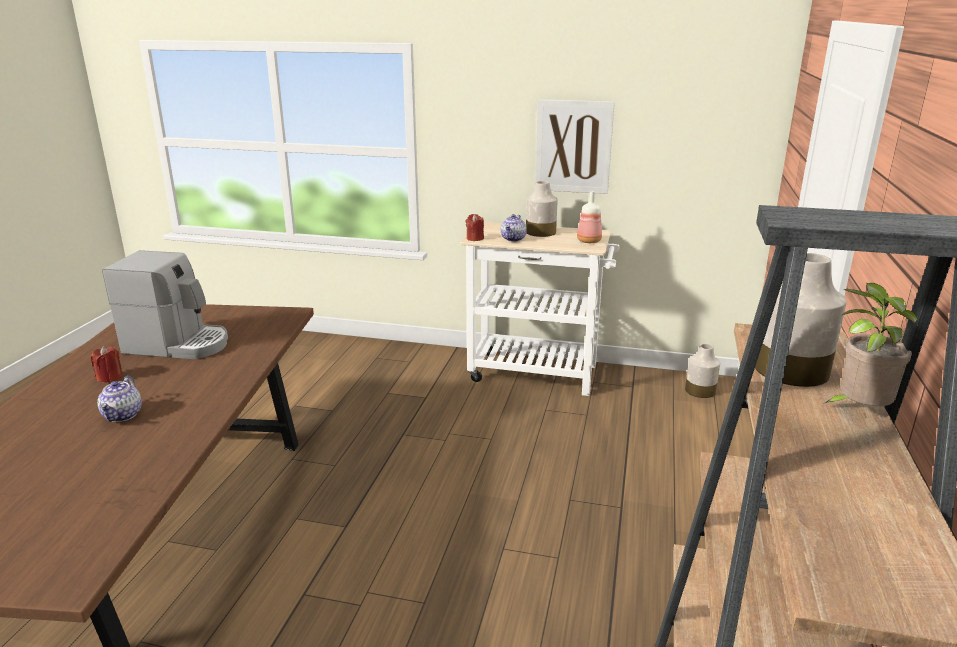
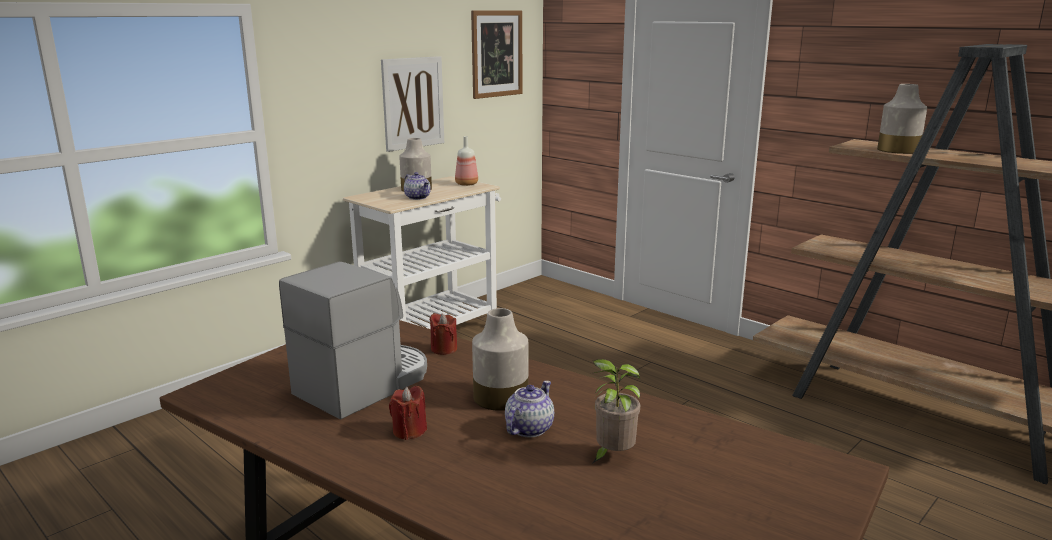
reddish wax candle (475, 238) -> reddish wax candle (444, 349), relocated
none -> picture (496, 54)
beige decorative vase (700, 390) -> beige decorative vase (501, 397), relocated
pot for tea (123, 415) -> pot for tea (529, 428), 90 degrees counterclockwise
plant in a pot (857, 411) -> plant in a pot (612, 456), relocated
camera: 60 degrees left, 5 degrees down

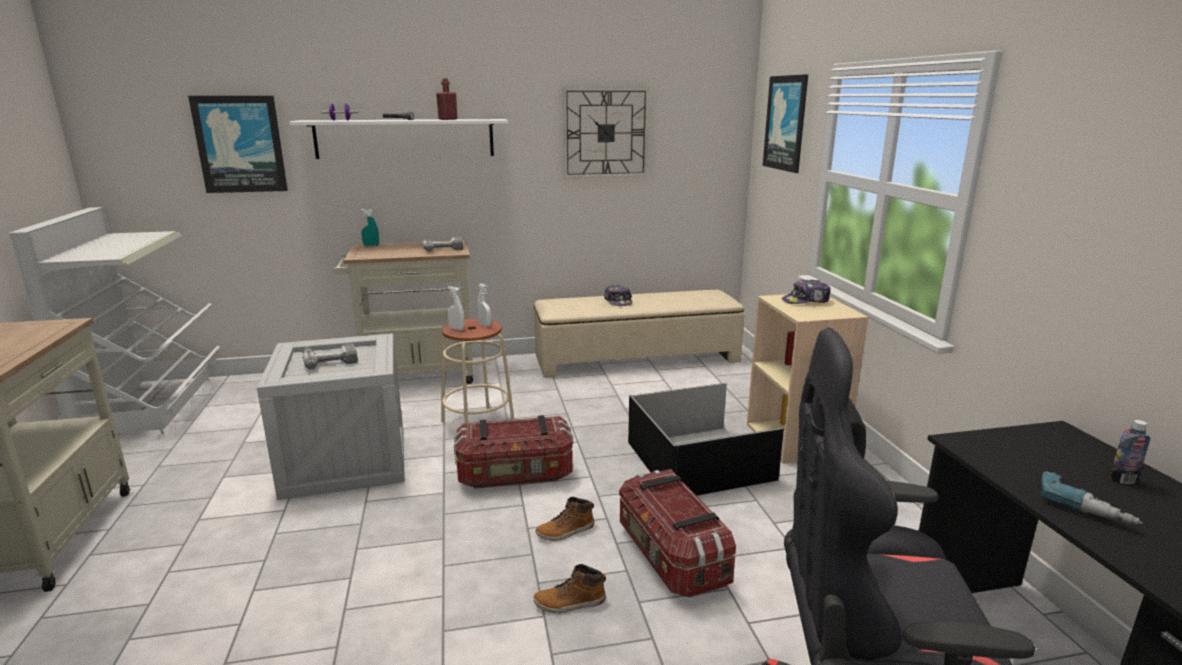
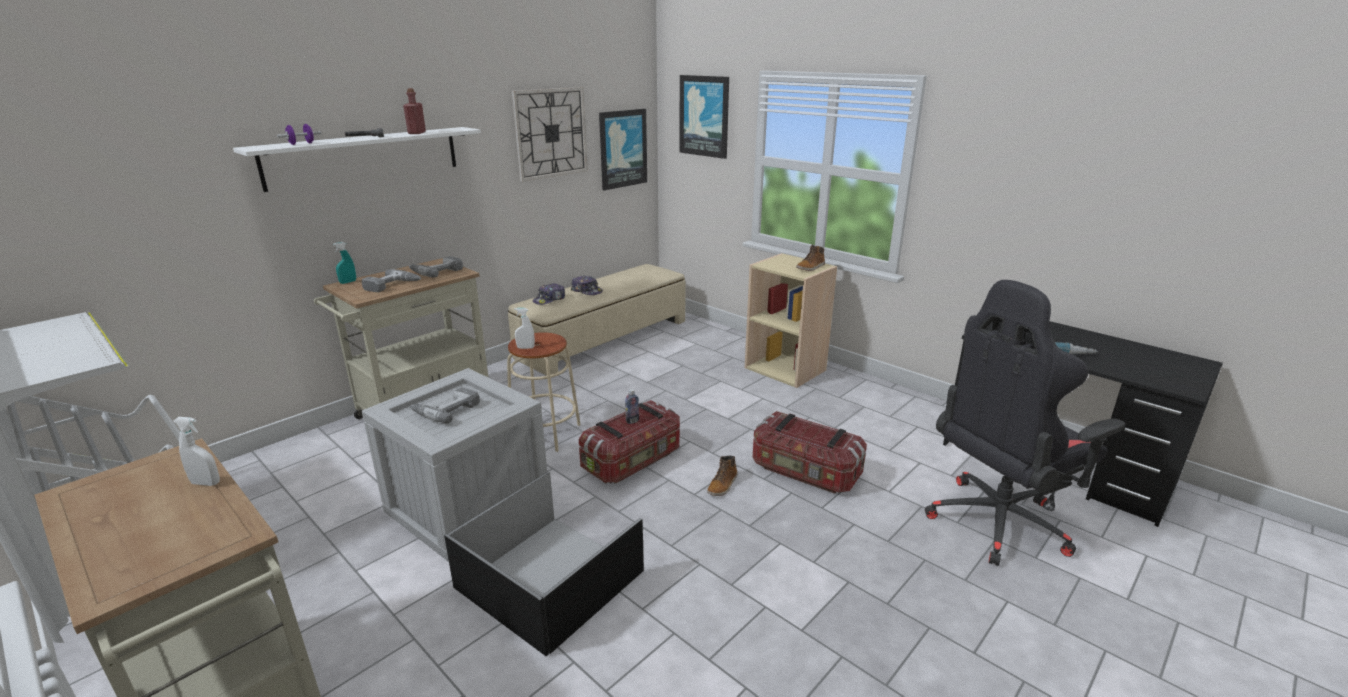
whitish hand sprayer (484, 325) -> whitish hand sprayer (206, 483), relocated
none -> electric drill (393, 286)
black-coloured storage bin (700, 462) -> black-coloured storage bin (552, 580), relocated
cap (806, 301) -> cap (549, 300), relocated
picture (240, 144) -> picture (622, 149), relocated
beverage bottle (1122, 480) -> beverage bottle (632, 421), relocated
high-top boot (570, 603) -> high-top boot (811, 267), relocated
camera: 35 degrees left, 5 degrees up

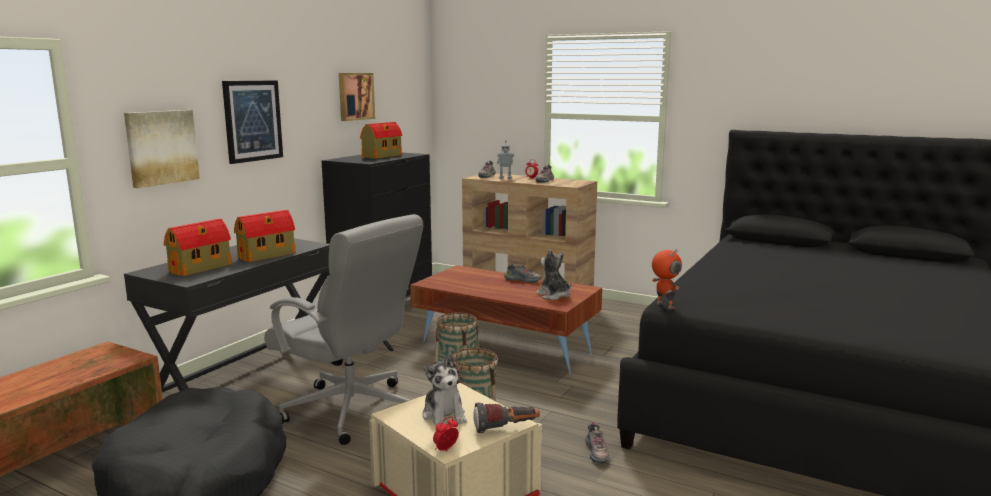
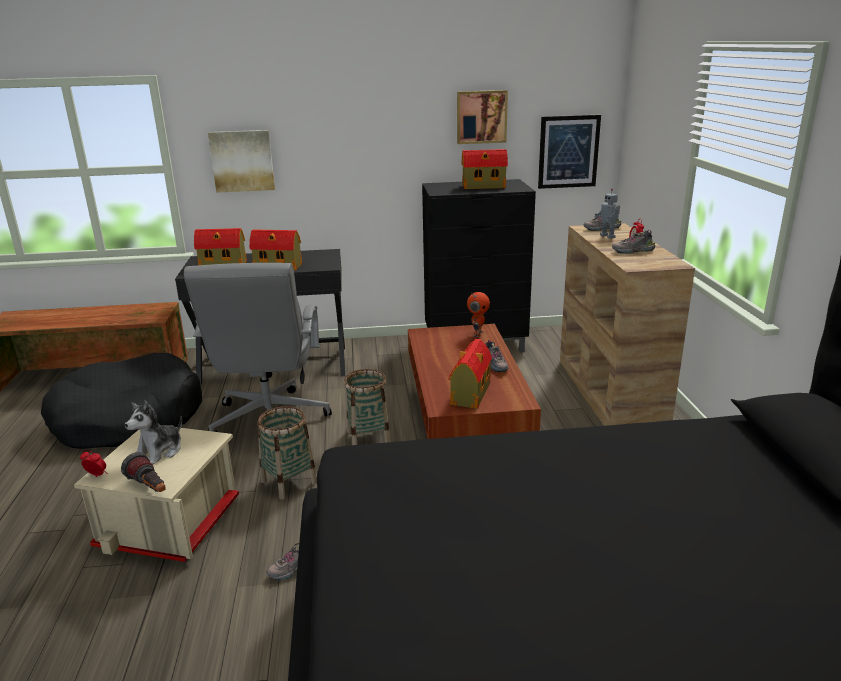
plush toy (554, 295) -> model house (470, 394)
toy robot (663, 306) -> toy robot (477, 334), relocated
picture (252, 120) -> picture (568, 151), relocated
camera: 55 degrees right, 10 degrees up

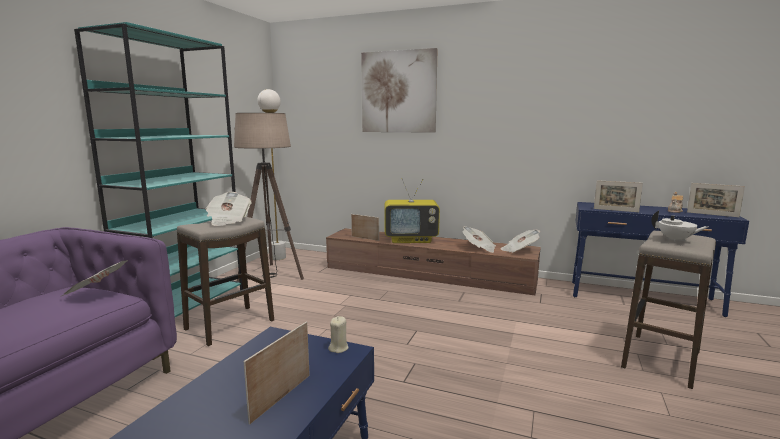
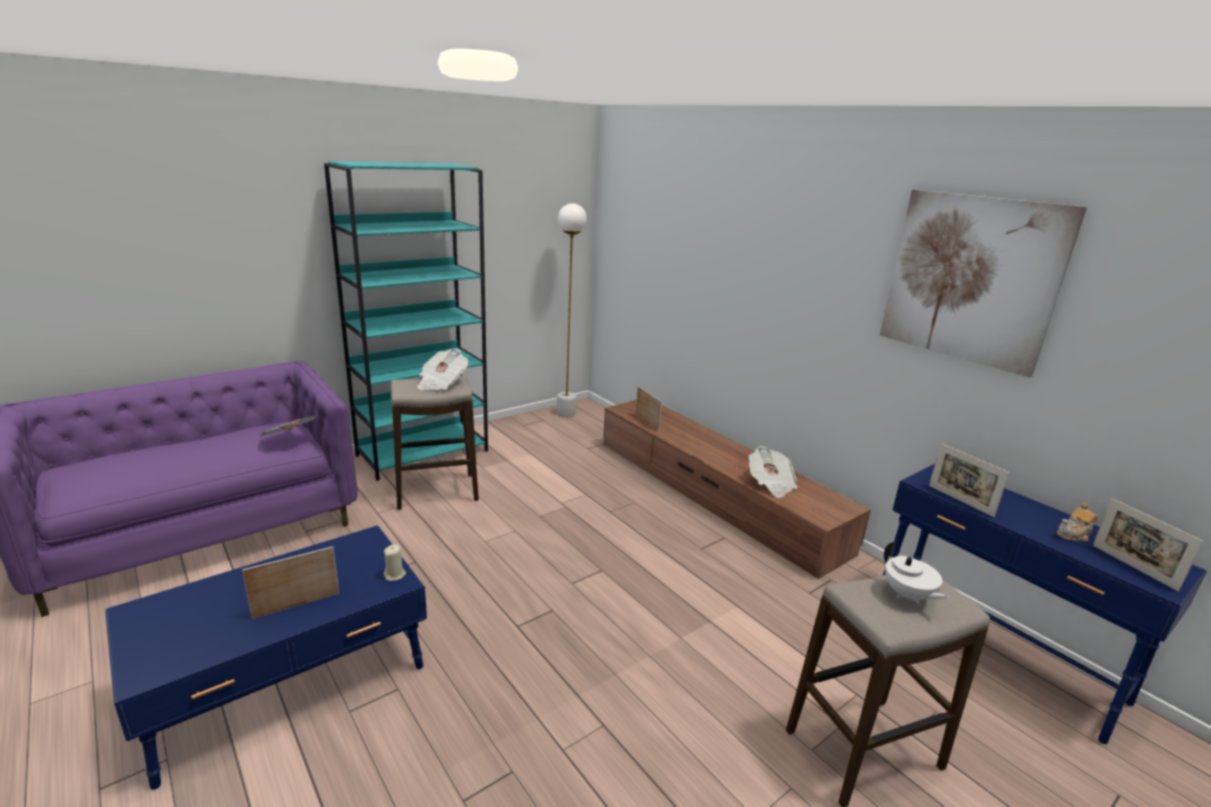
picture (398, 92) -> picture (970, 279), relocated
floor lamp (271, 275) -> none
TV set (411, 239) -> none
daily paper (519, 250) -> none
camera: 30 degrees right, 10 degrees up

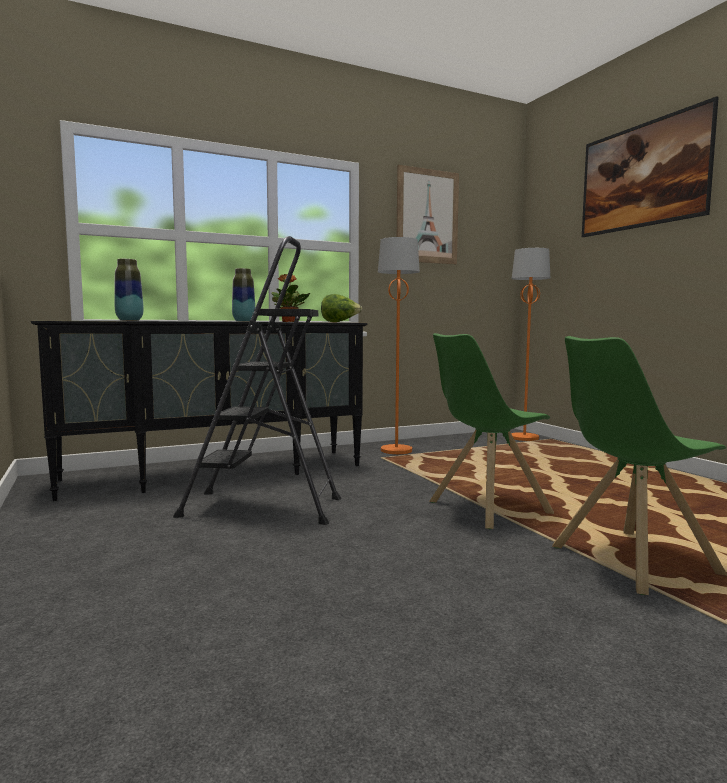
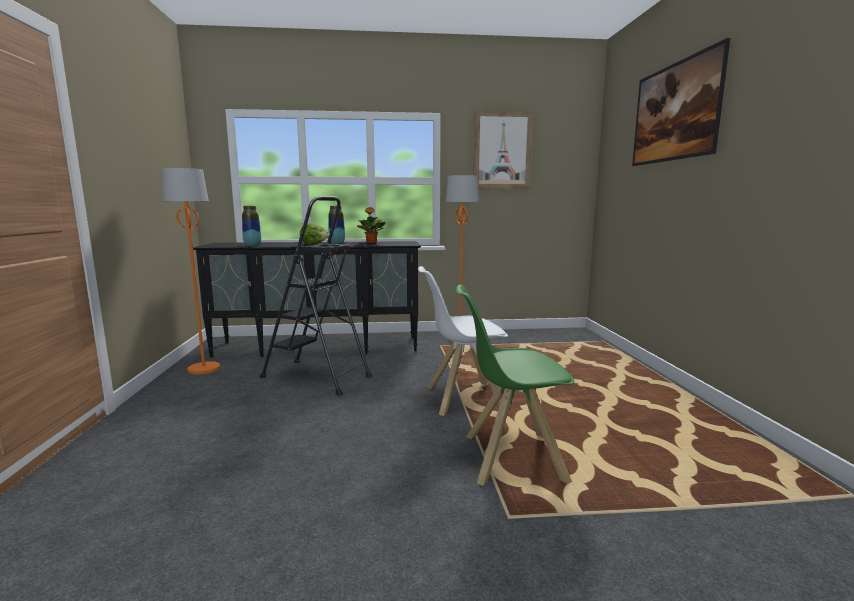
orangey floor lamp (524, 438) -> orangey floor lamp (204, 369), relocated
lettuce (339, 322) -> lettuce (315, 245), relocated
greenish plain chair (486, 508) -> whitish plain chair (462, 398)
camera: 20 degrees right, 5 degrees up

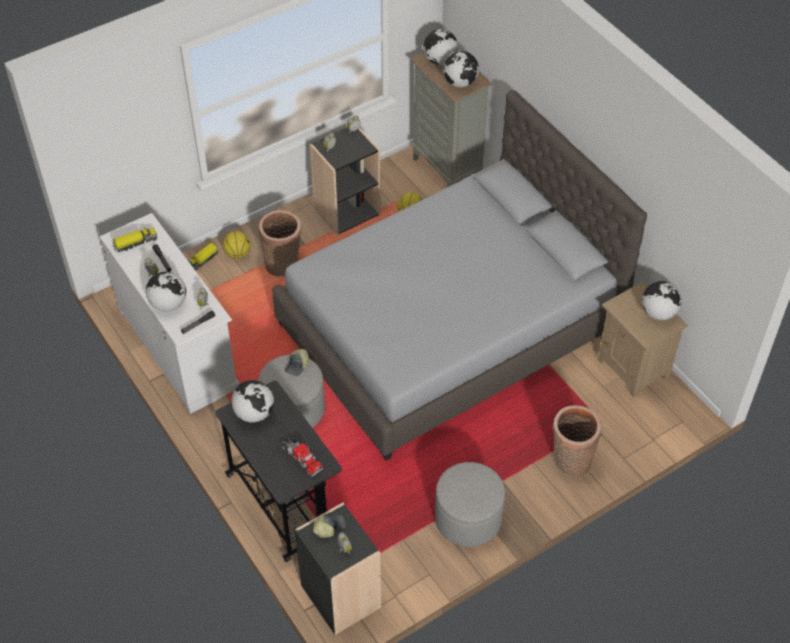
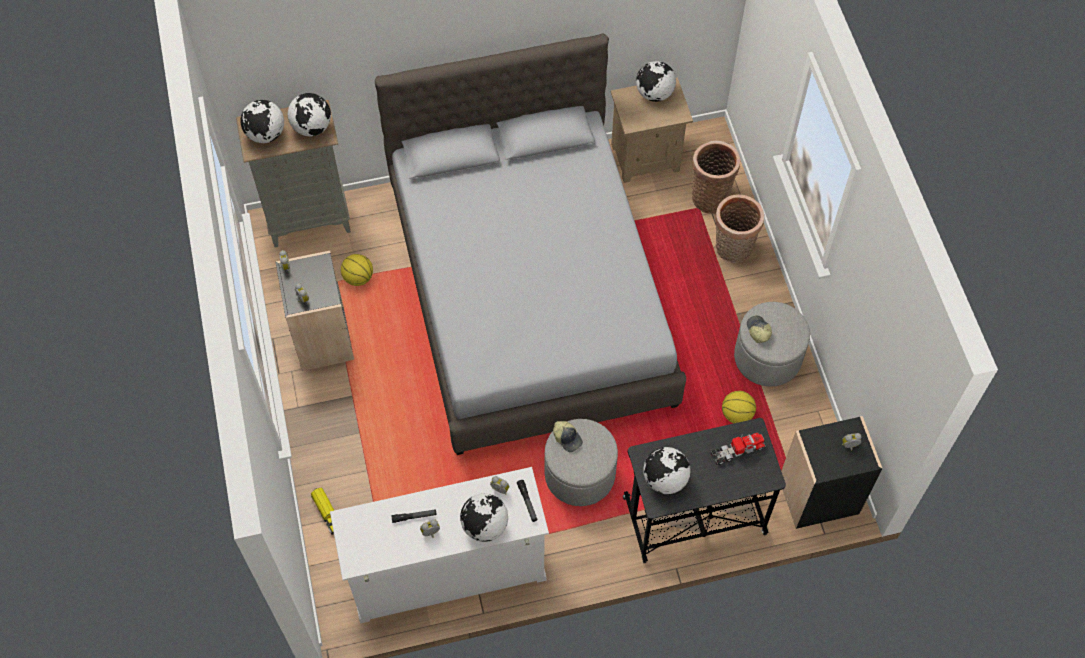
storage basket (283, 264) -> storage basket (710, 196), relocated
basketball ball (237, 253) -> basketball ball (736, 414), relocated
cap (328, 527) -> cap (758, 331), relocated
toy truck (135, 243) -> none
camera: 70 degrees left, 10 degrees up

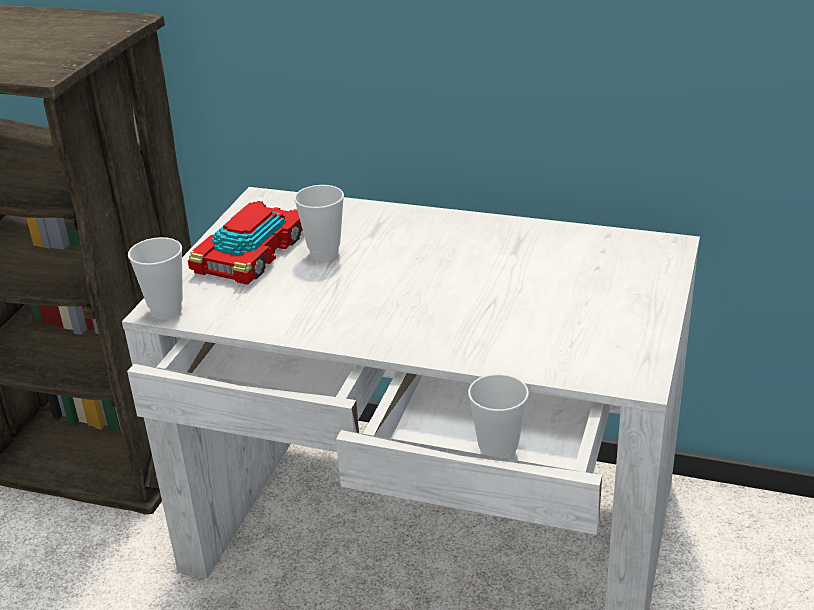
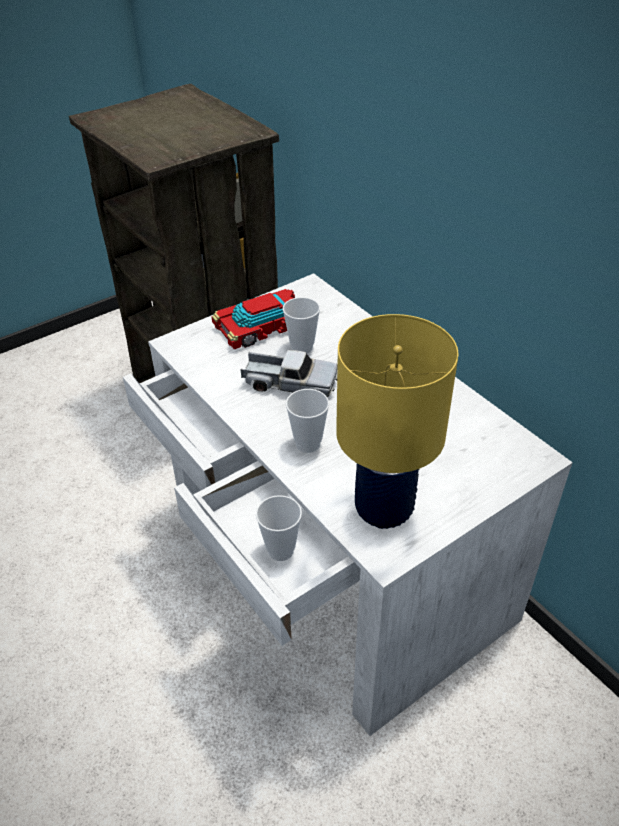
none -> toy truck (289, 384)
cup (166, 310) -> cup (308, 444), relocated
none -> yellowish tabletop lamp (383, 511)
camera: 35 degrees right, 10 degrees up

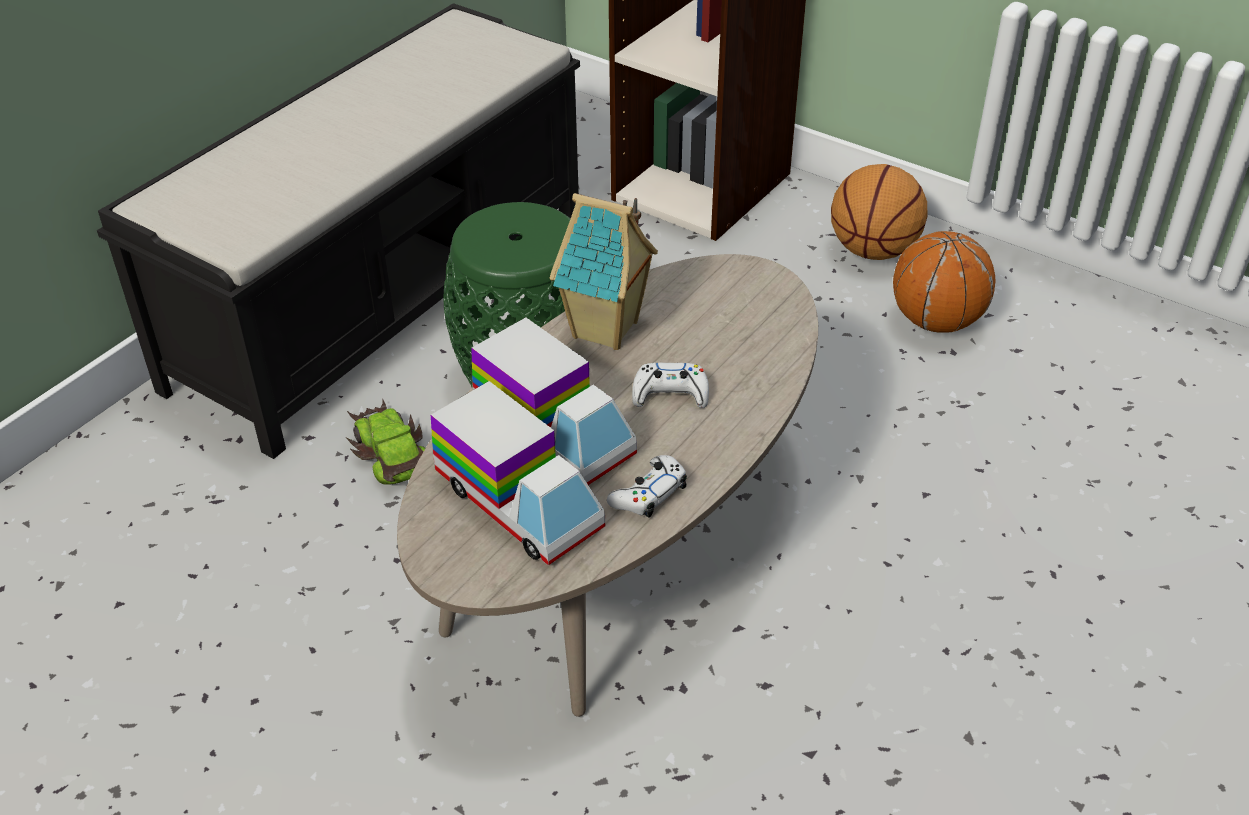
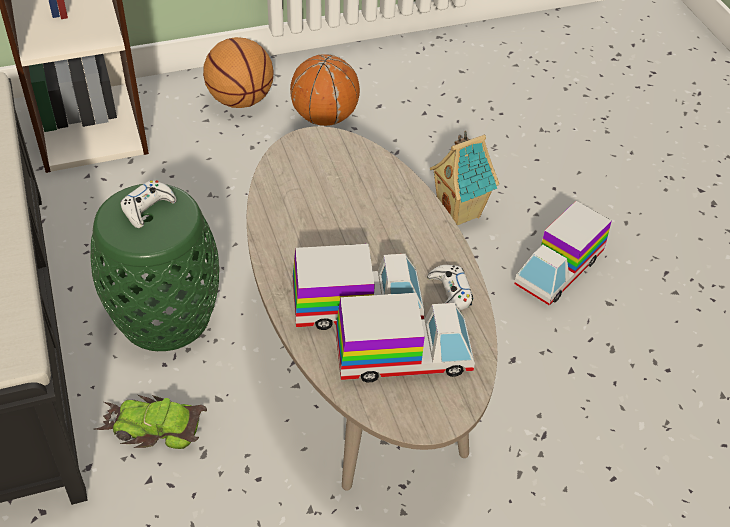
whitish joypad (670, 394) -> whitish joypad (147, 208), relocated
model house (606, 330) -> model house (460, 212), relocated
none -> toy truck (558, 270)
camera: 55 degrees left, 5 degrees up

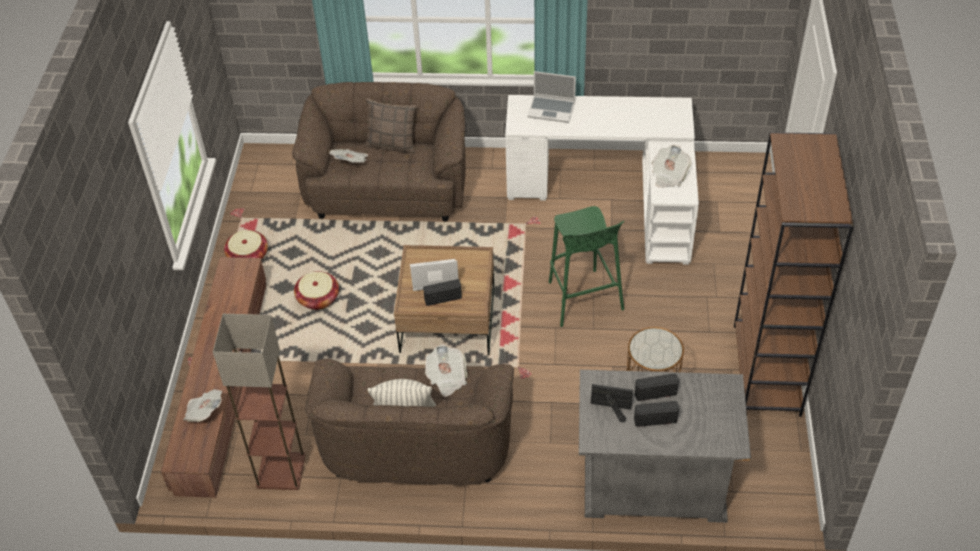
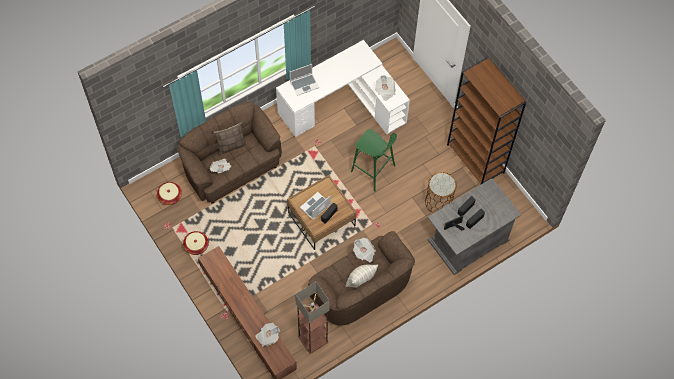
storage basket (318, 298) -> storage basket (170, 196), relocated
camera: 40 degrees left, 15 degrees up

